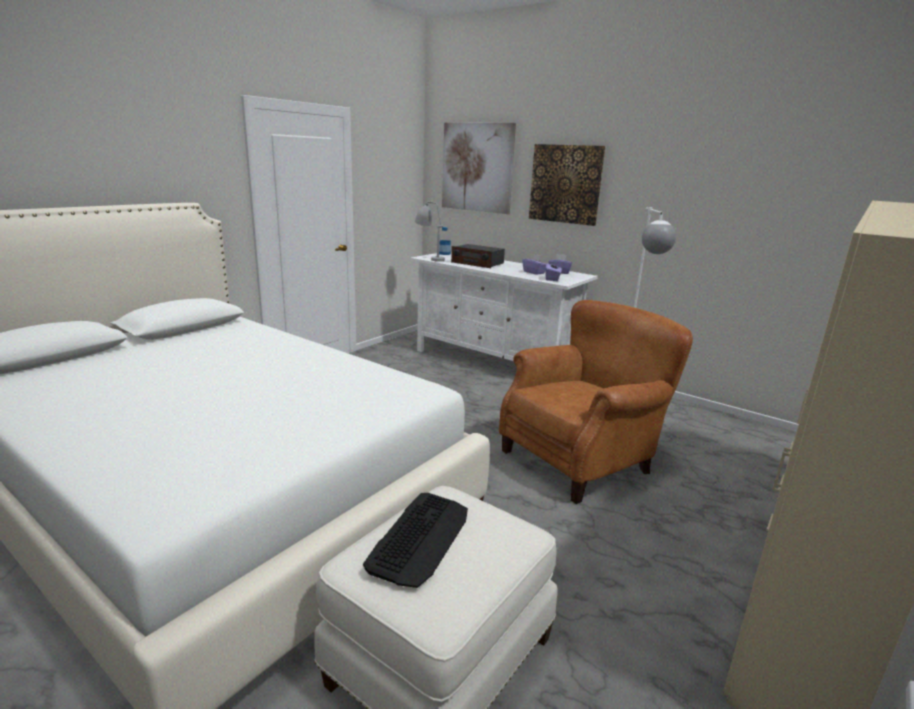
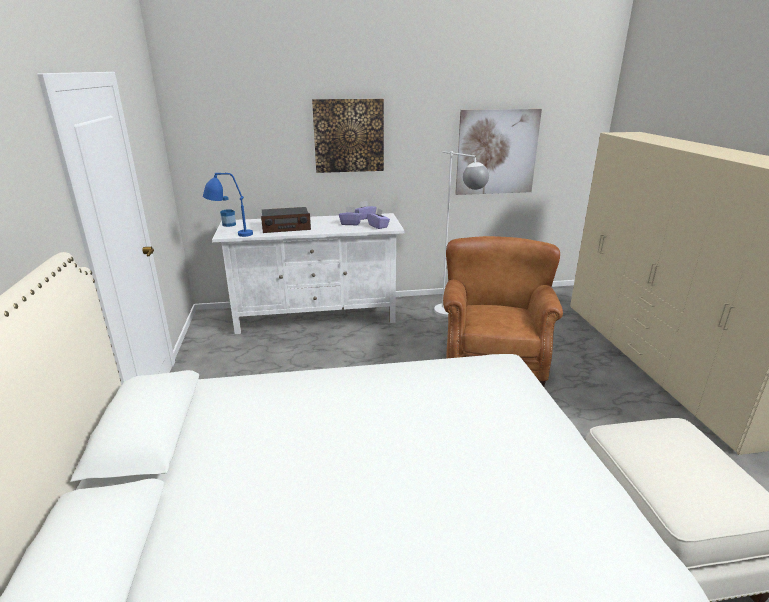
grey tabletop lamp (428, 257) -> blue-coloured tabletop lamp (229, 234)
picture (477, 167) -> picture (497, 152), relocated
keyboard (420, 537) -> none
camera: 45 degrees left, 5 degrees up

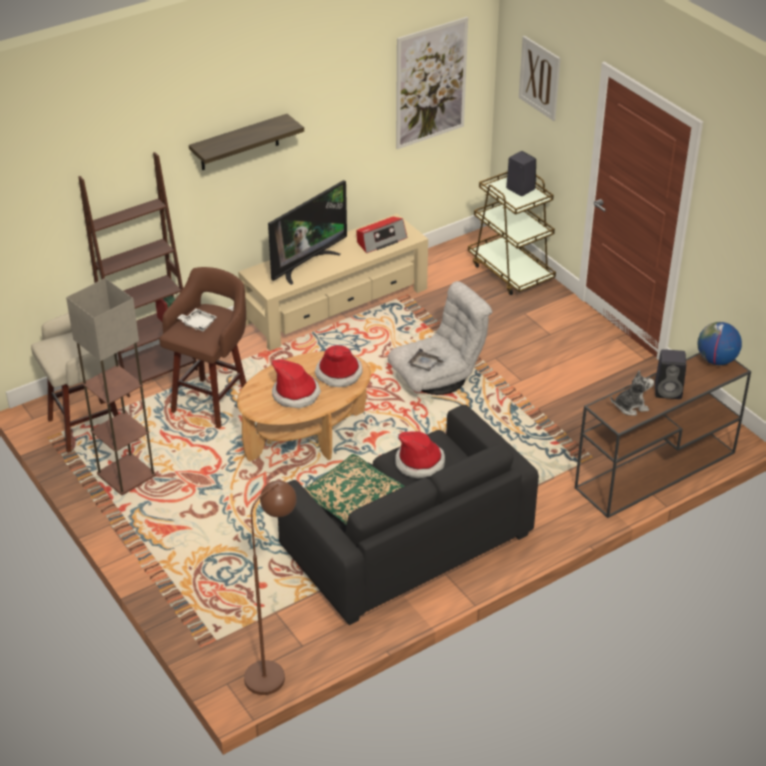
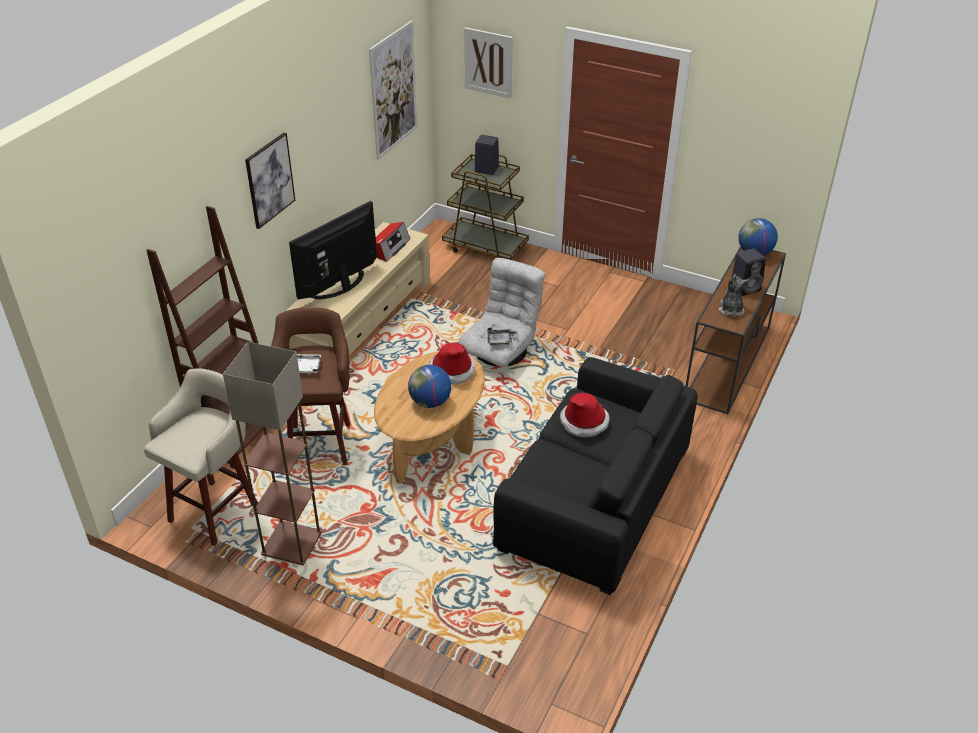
shelf (239, 143) -> picture (269, 180)
TV set (306, 264) -> TV set (341, 287), 150 degrees counterclockwise
hat (296, 394) -> globe (430, 402)
plush toy (630, 406) -> plush toy (730, 310), 45 degrees counterclockwise
brown floor lamp (273, 671) -> none
greenish throw pillow (353, 501) -> none
camera: 30 degrees left, 0 degrees up

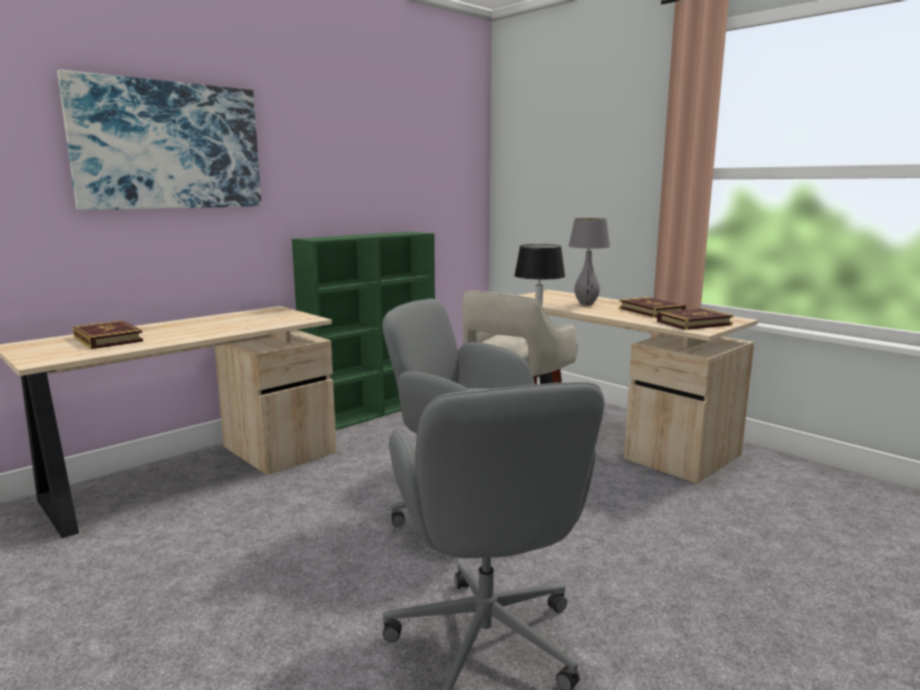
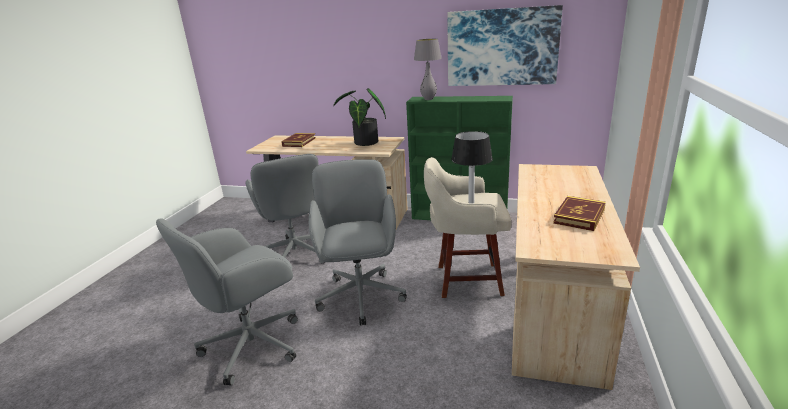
none -> grey desk chair (295, 254)
none -> plant in a pot (364, 143)
grey tabletop lamp (586, 304) -> grey tabletop lamp (428, 99), relocated
picture (169, 146) -> picture (502, 47), relocated
book (694, 323) -> none
camera: 60 degrees right, 10 degrees up

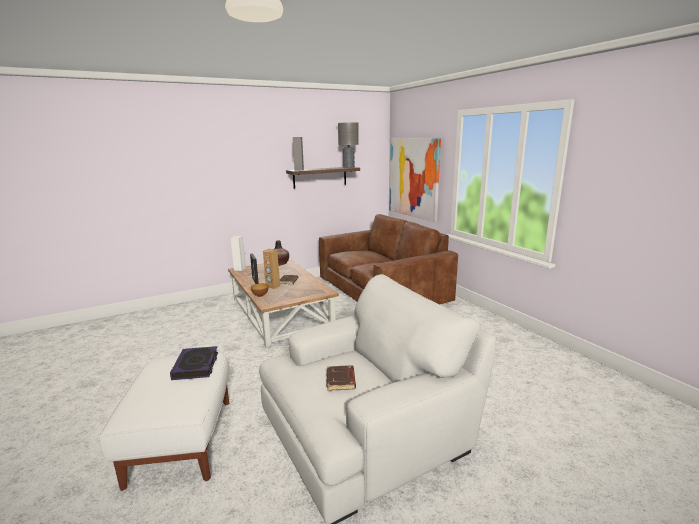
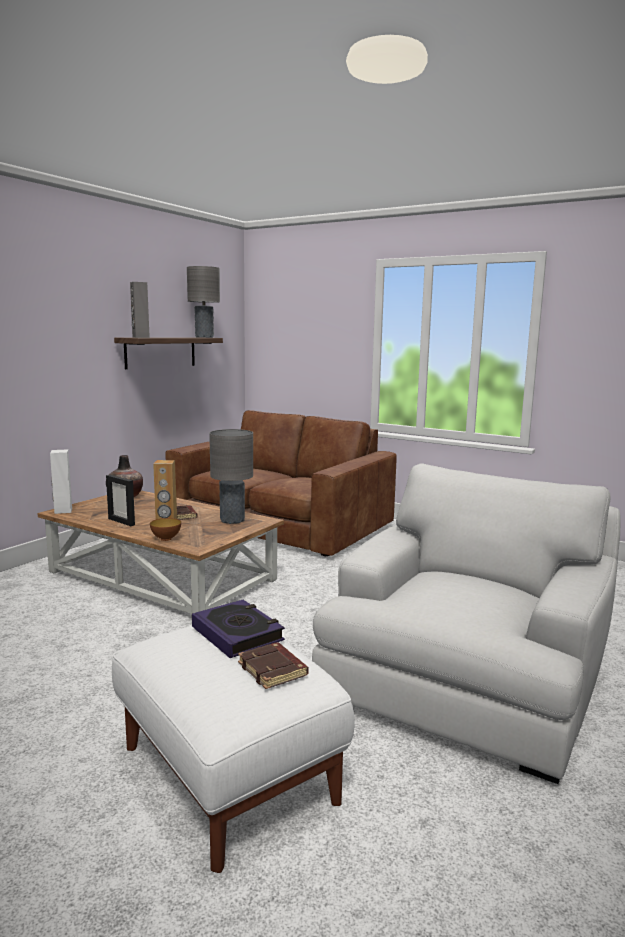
none -> grey tabletop lamp (232, 520)
brown book (341, 381) -> brown book (273, 670), relocated
picture (413, 178) -> none
camera: 30 degrees left, 5 degrees down

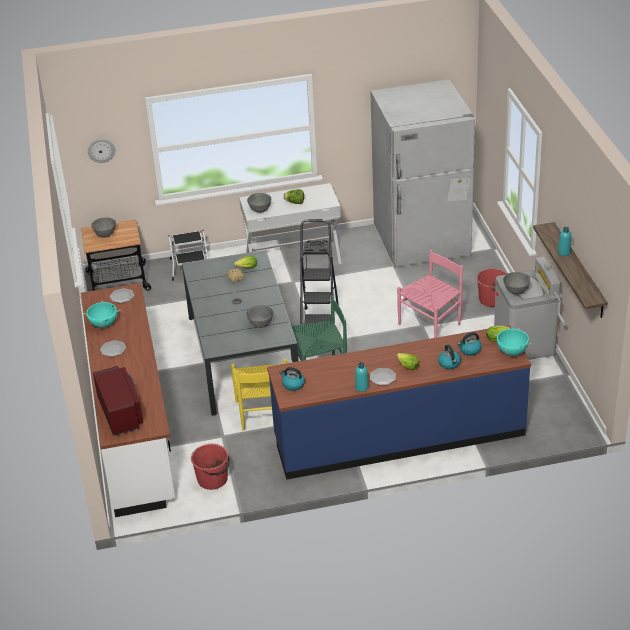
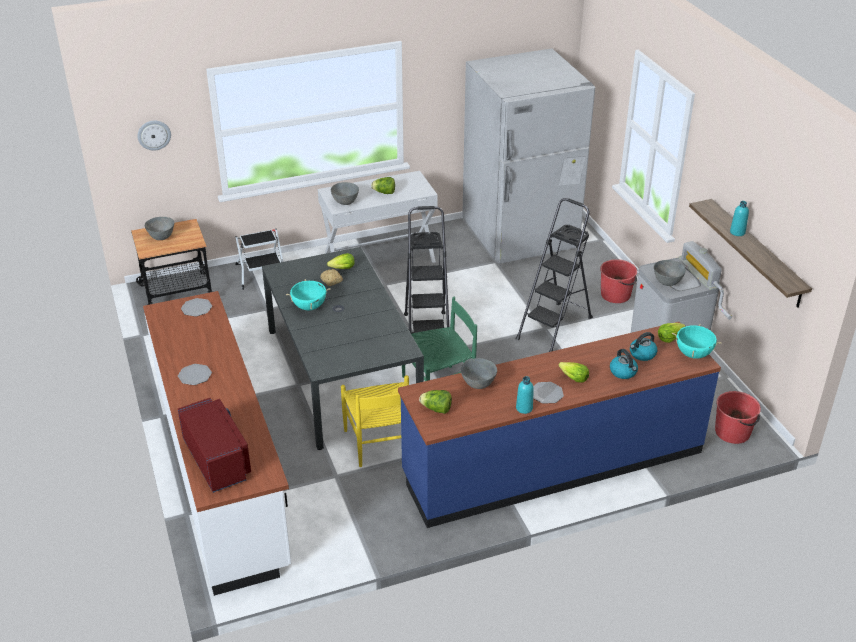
turquoise-coloured saucepot (103, 324) -> turquoise-coloured saucepot (309, 306), relocated
water kettle (293, 385) -> lettuce (436, 409)
grey serving bowl (261, 324) -> grey serving bowl (478, 384), relocated
pink plain chair (431, 325) -> stepladder (555, 327)
reddish bucket (213, 479) -> reddish bucket (733, 432), relocated
camera: 10 degrees left, 0 degrees up

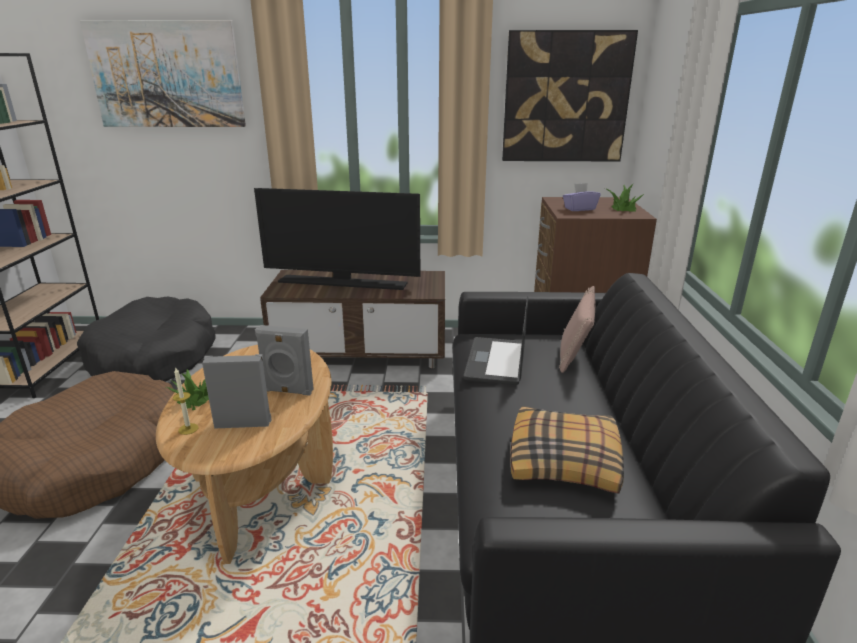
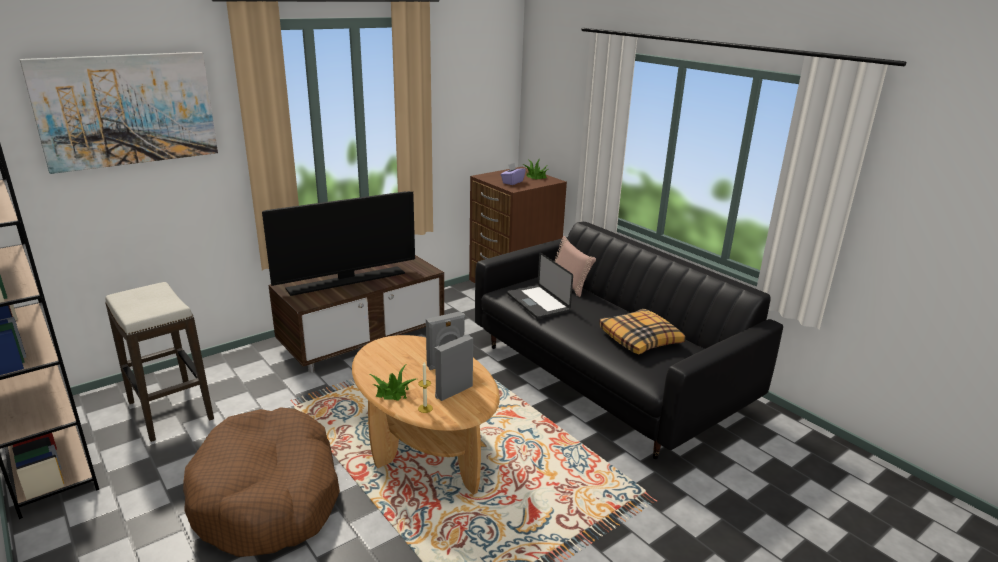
black-coloured dog cushion (153, 358) -> stool (170, 411)
picture (565, 98) -> none
camera: 40 degrees left, 0 degrees up

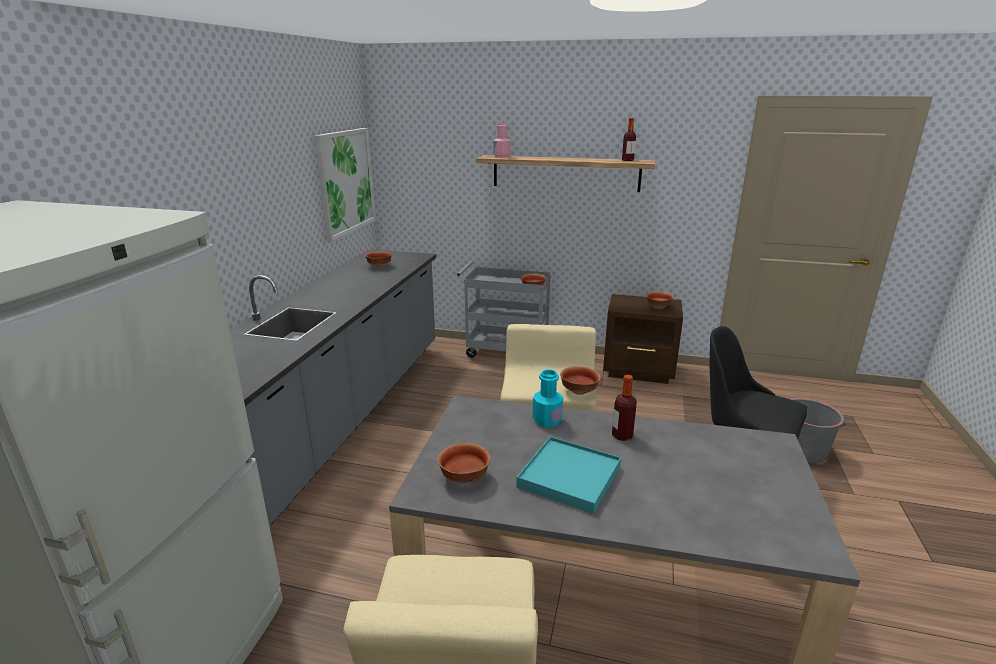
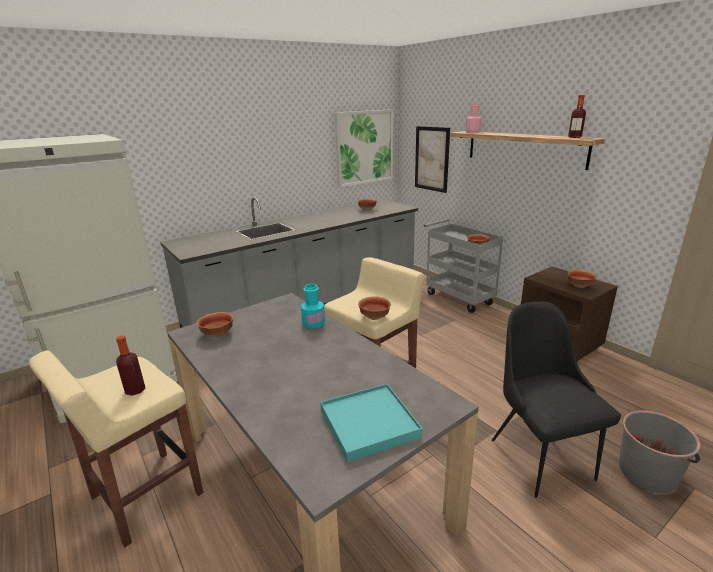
beverage bottle (622, 436) -> beverage bottle (135, 390), relocated
turquoise-coloured carrying tray (569, 477) -> turquoise-coloured carrying tray (369, 424), relocated
none -> picture (431, 159)
camera: 40 degrees right, 0 degrees up

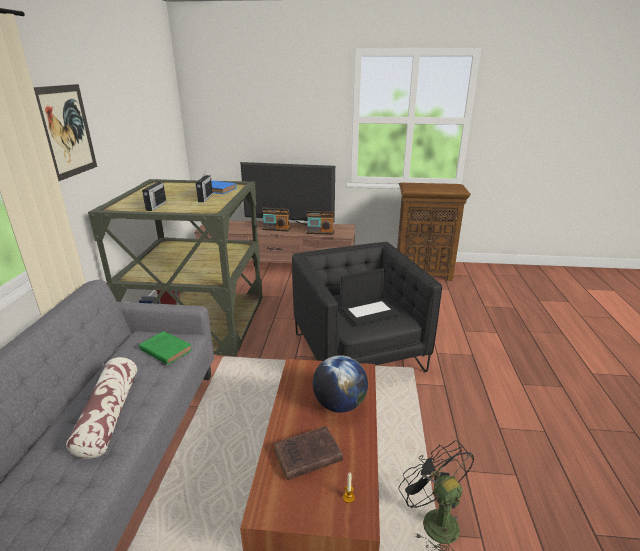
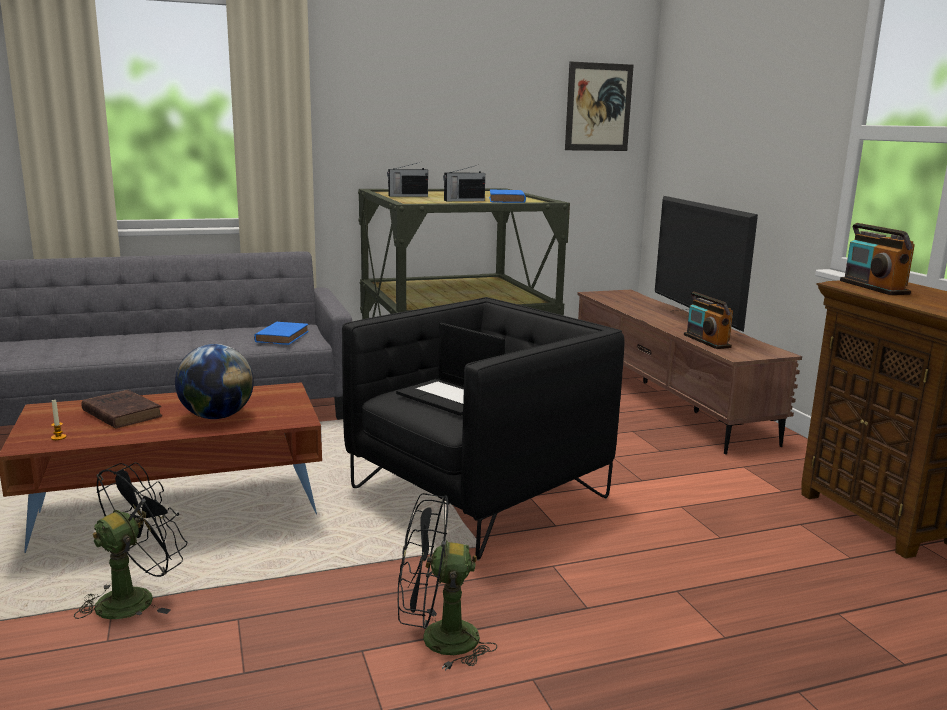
greenish book (165, 350) -> blue-coloured book (283, 336)
none -> black-coloured cooling fan (437, 640)
picture (66, 131) -> picture (598, 107), relocated
radio (276, 229) -> radio (873, 287), relocated
throw pillow (109, 414) -> none
camera: 65 degrees right, 10 degrees down

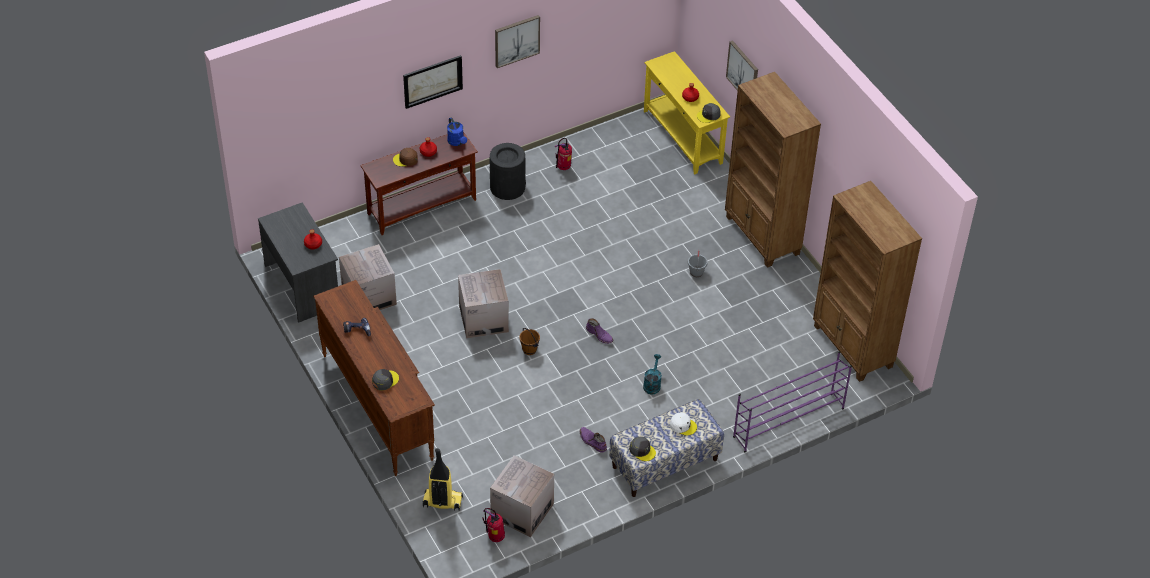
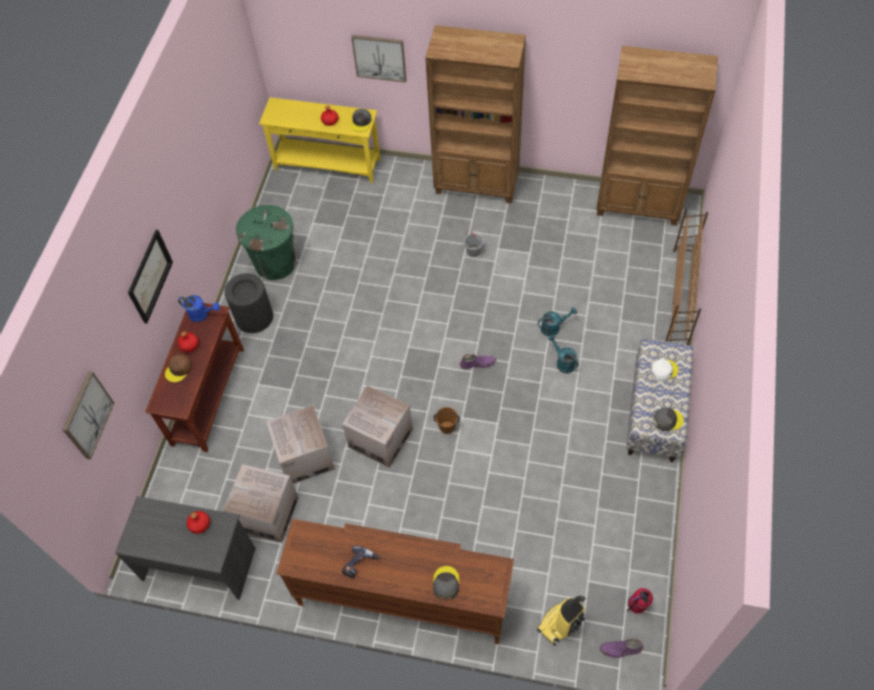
picture (516, 40) -> picture (87, 415), relocated
fire-fighting cylinder (563, 168) -> greenish rubbish bin (275, 263)
carton (522, 511) -> carton (305, 457), relocated
none -> turquoise-coloured watering can (553, 327)
purple-coloured high-top boot (592, 441) -> purple-coloured high-top boot (621, 649), relocated
purple-coloured shoe stand (788, 422) -> brown shoe stand (679, 298)
camera: 45 degrees left, 10 degrees up

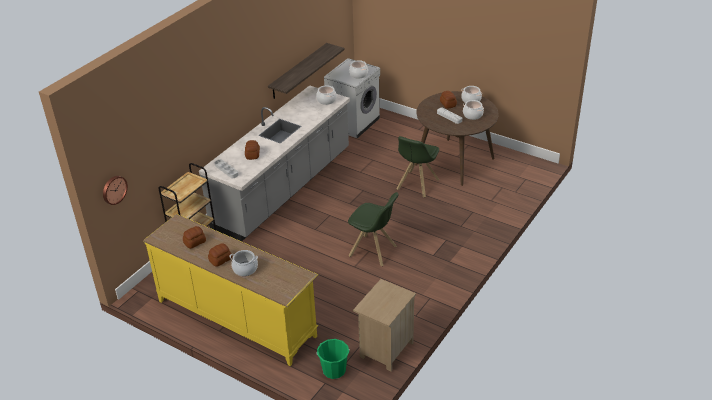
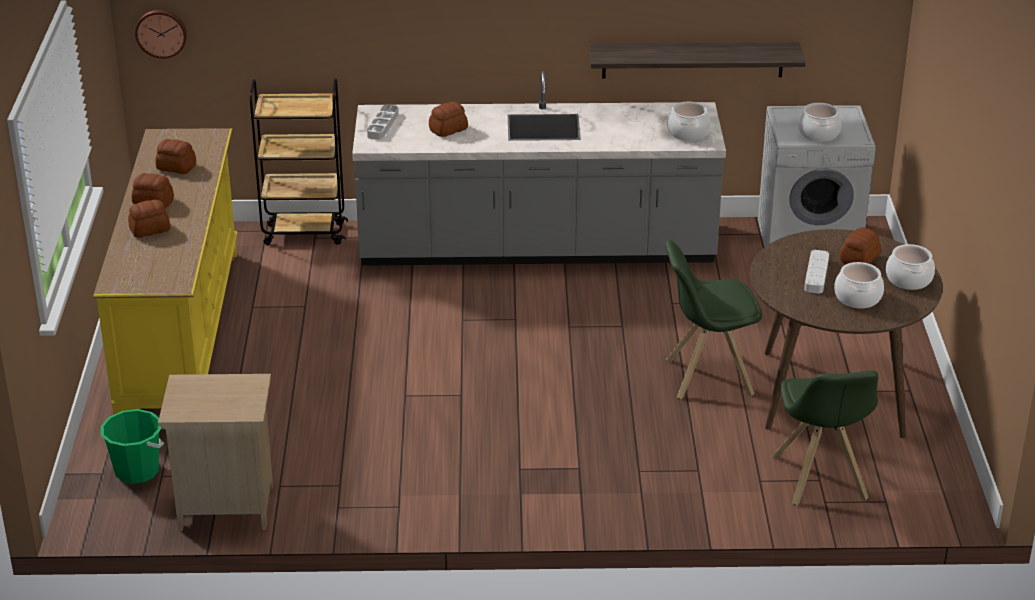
saucepot (245, 269) -> baked bread (149, 229)
greenish plain chair (373, 251) -> greenish plain chair (820, 478), relocated
camera: 55 degrees right, 5 degrees down

